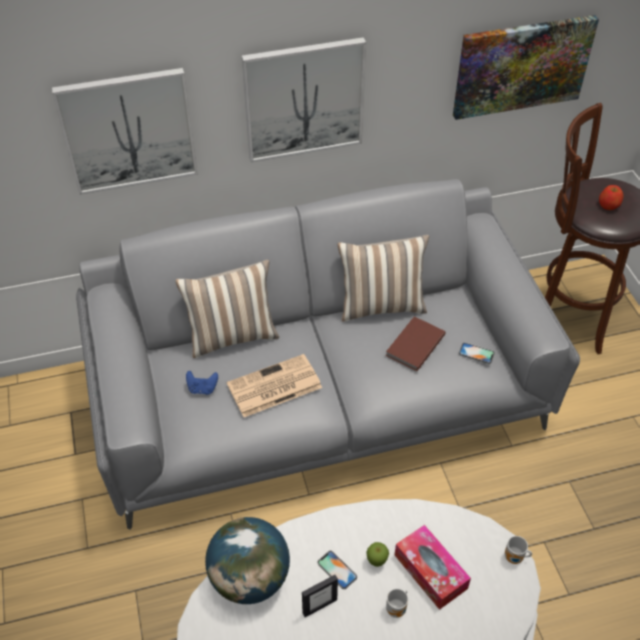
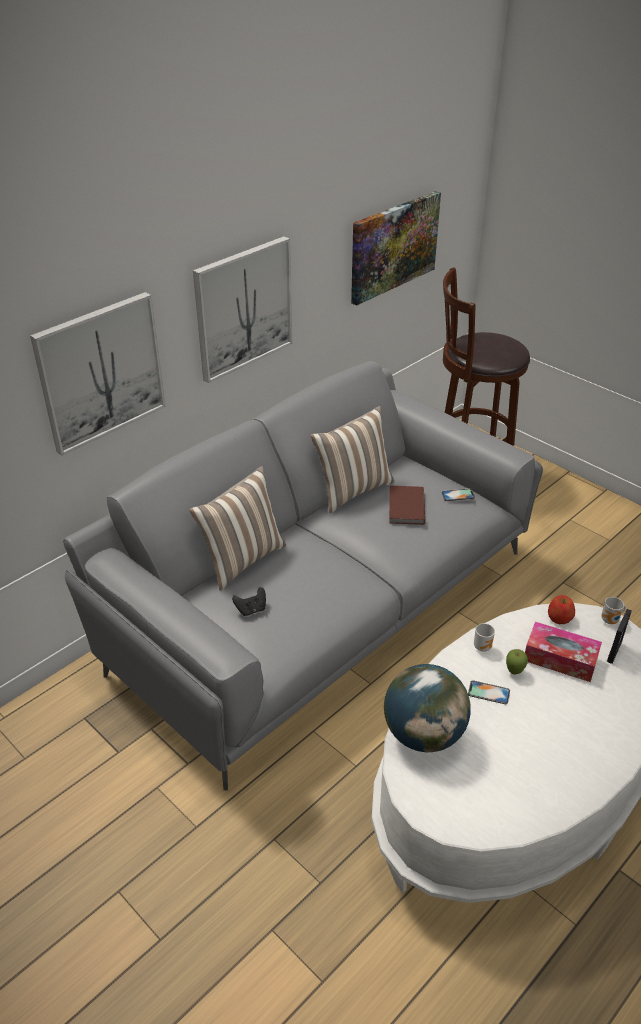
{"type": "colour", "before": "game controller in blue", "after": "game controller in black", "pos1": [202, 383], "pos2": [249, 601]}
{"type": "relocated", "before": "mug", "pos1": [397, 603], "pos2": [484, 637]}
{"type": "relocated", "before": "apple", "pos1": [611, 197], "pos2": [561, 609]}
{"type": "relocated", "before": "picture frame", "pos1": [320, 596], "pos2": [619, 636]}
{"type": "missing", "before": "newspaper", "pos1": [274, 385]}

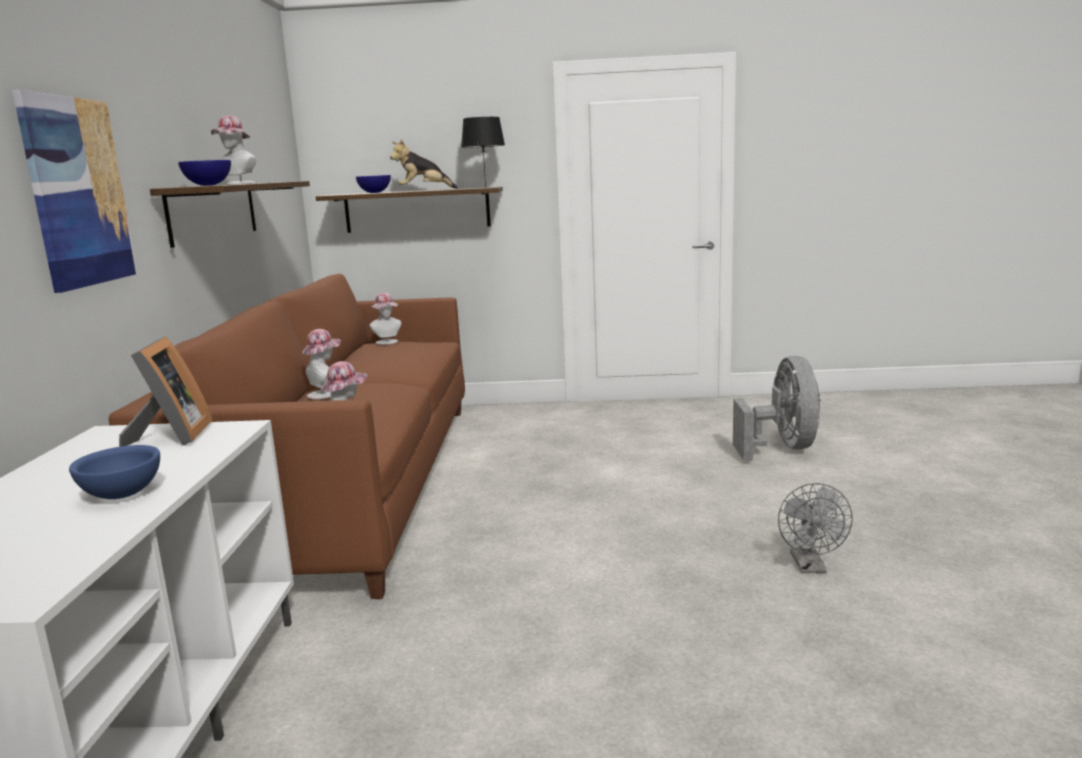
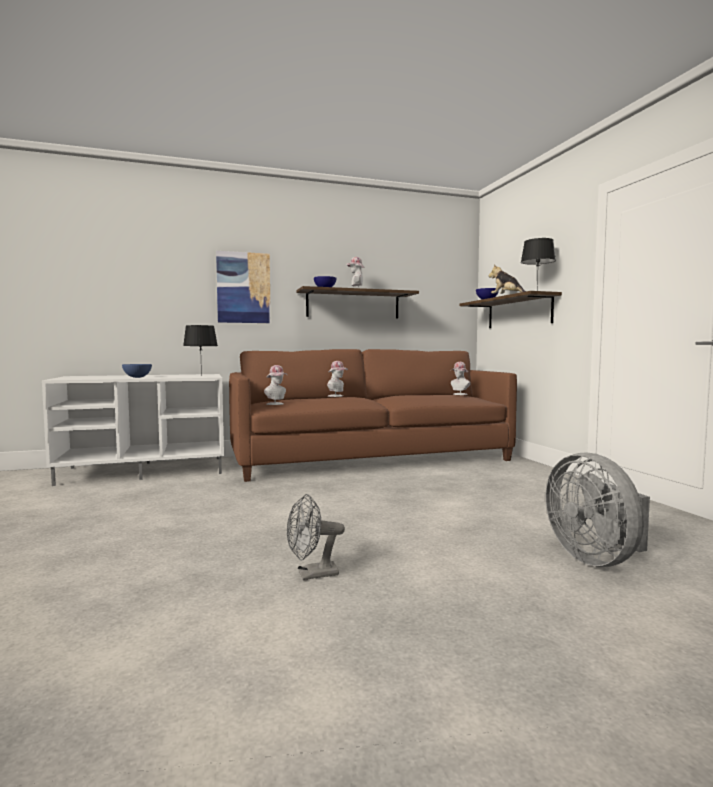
{"type": "exchanged", "before": "picture frame", "after": "table lamp in black", "pos1": [165, 392], "pos2": [200, 350]}
{"type": "spun", "before": "fan in grey", "pos1": [777, 408], "pos2": [598, 509], "turn": 90}

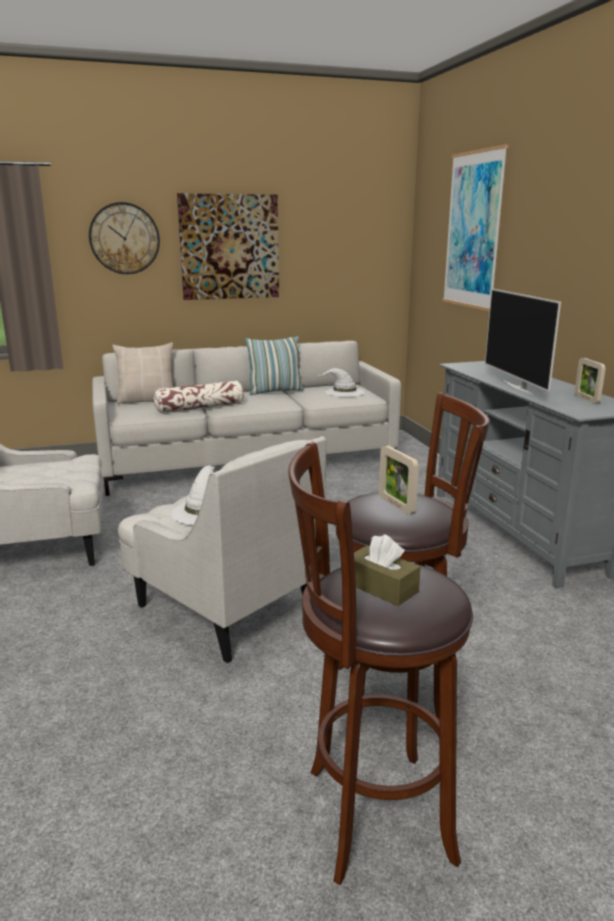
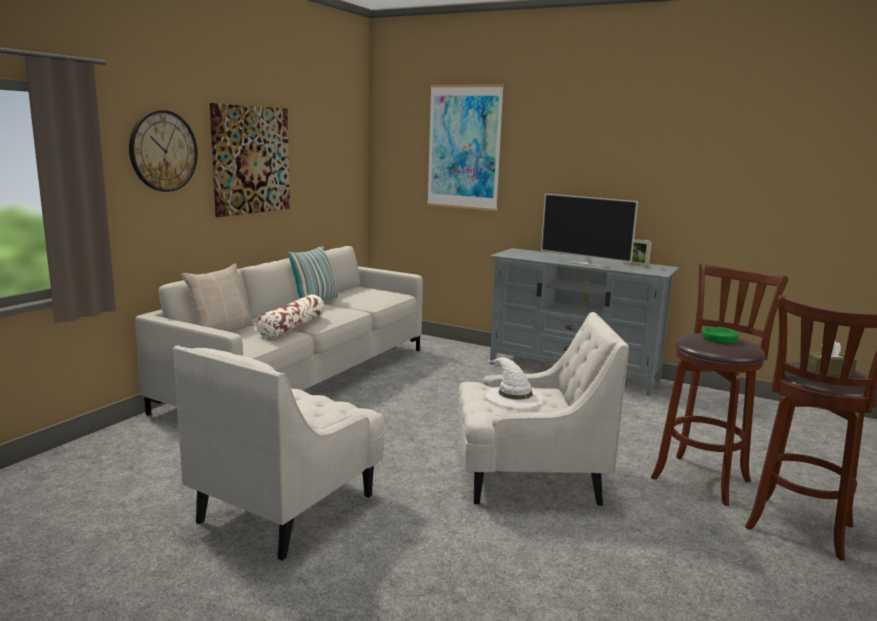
{"type": "exchanged", "before": "picture frame", "after": "bowl in green", "pos1": [399, 480], "pos2": [720, 335]}
{"type": "missing", "before": "hat in white", "pos1": [342, 382]}

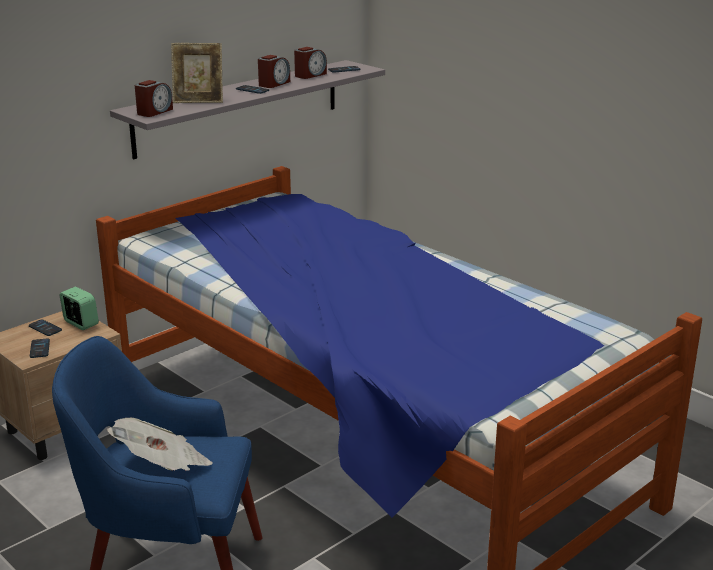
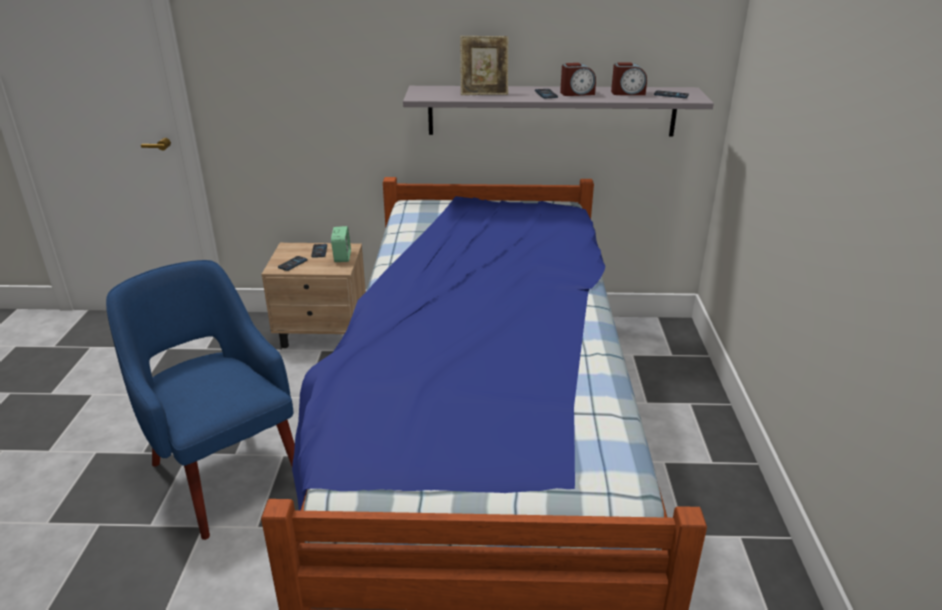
{"type": "spun", "before": "picture frame", "pos1": [197, 73], "pos2": [484, 65], "turn": -45}
{"type": "missing", "before": "newspaper", "pos1": [160, 444]}
{"type": "missing", "before": "alarm clock", "pos1": [154, 98]}

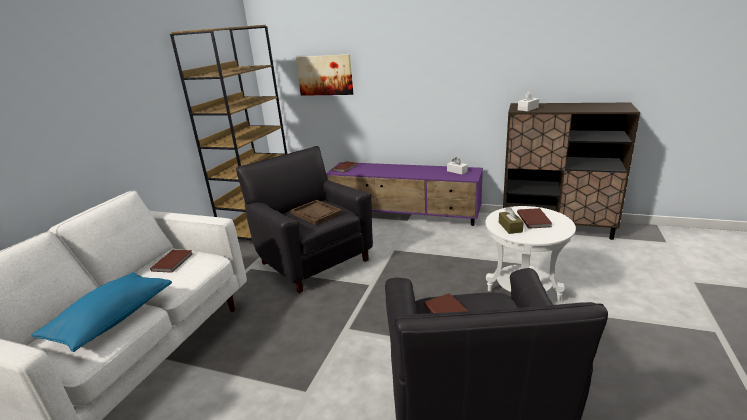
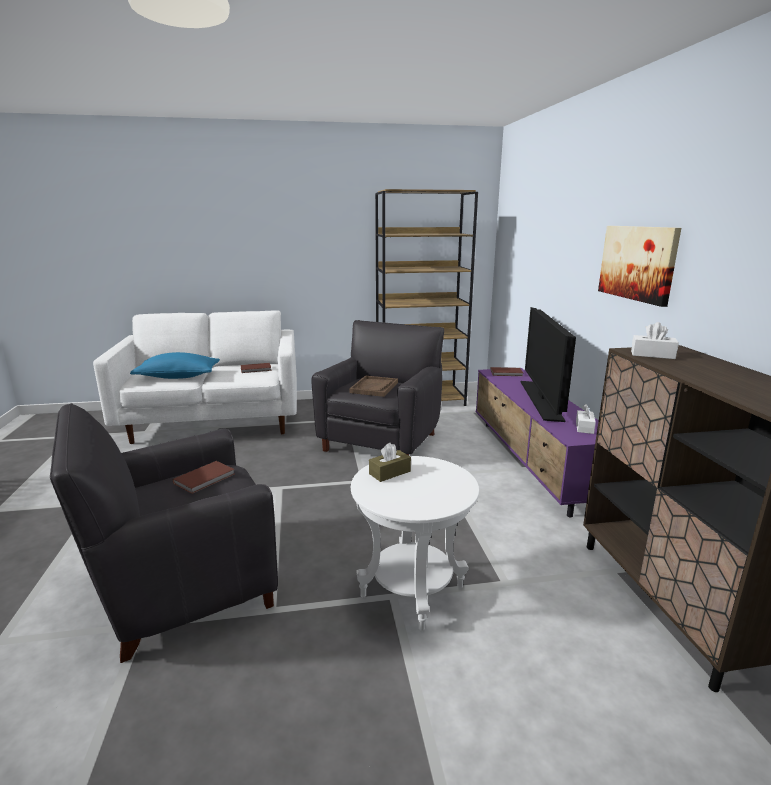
{"type": "appeared", "after": "television", "pos2": [548, 364]}
{"type": "relocated", "before": "picture", "pos1": [324, 75], "pos2": [639, 266]}
{"type": "missing", "before": "book in brown", "pos1": [534, 218]}

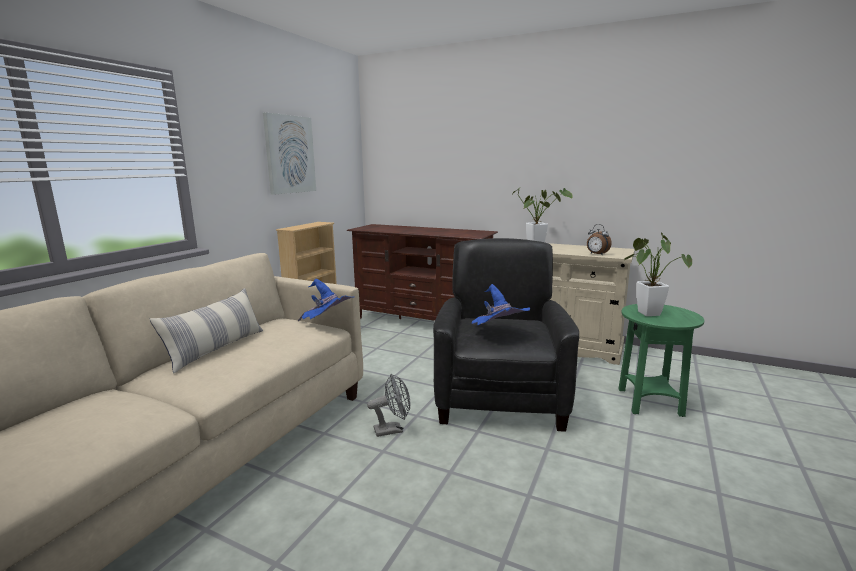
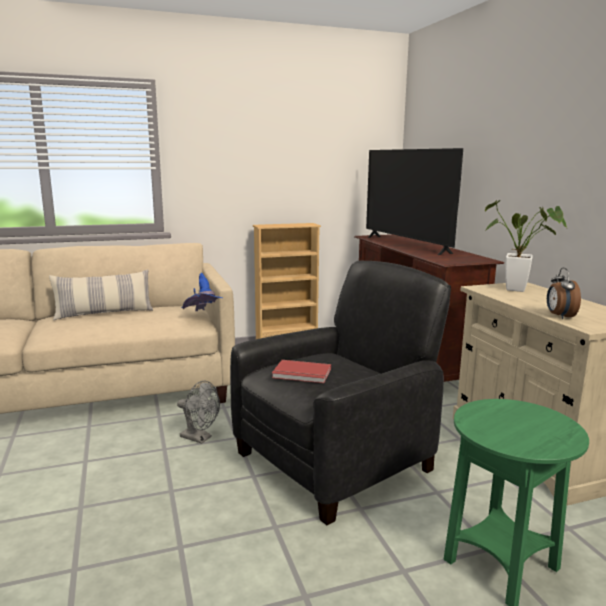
{"type": "exchanged", "before": "hat in blue", "after": "book in red", "pos1": [501, 304], "pos2": [301, 371]}
{"type": "appeared", "after": "television", "pos2": [414, 201]}
{"type": "missing", "before": "picture", "pos1": [289, 153]}
{"type": "missing", "before": "potted plant", "pos1": [658, 274]}

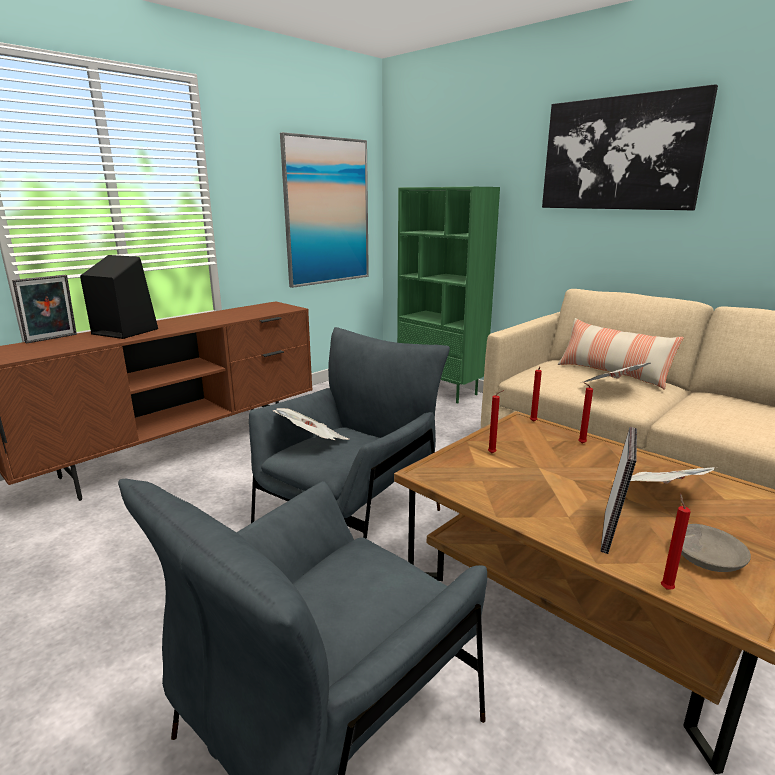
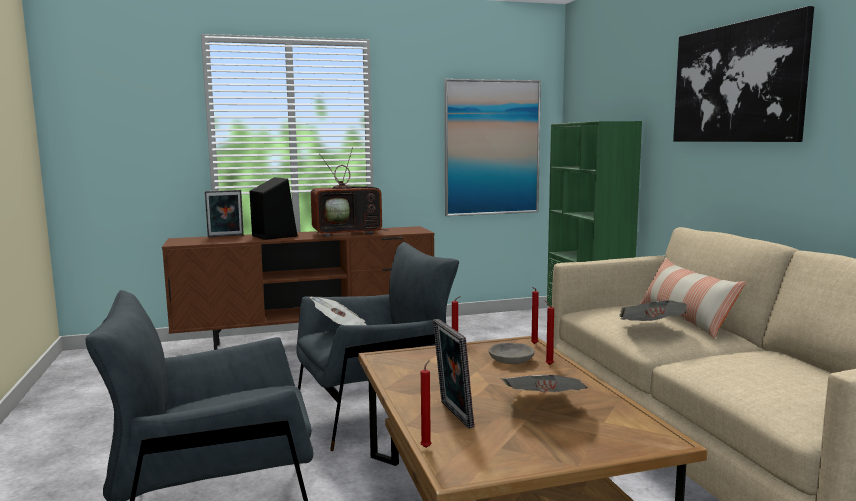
{"type": "appeared", "after": "television", "pos2": [349, 192]}
{"type": "spun", "before": "picture frame", "pos1": [619, 490], "pos2": [453, 374], "turn": 105}
{"type": "relocated", "before": "bowl in grey", "pos1": [711, 548], "pos2": [512, 353]}

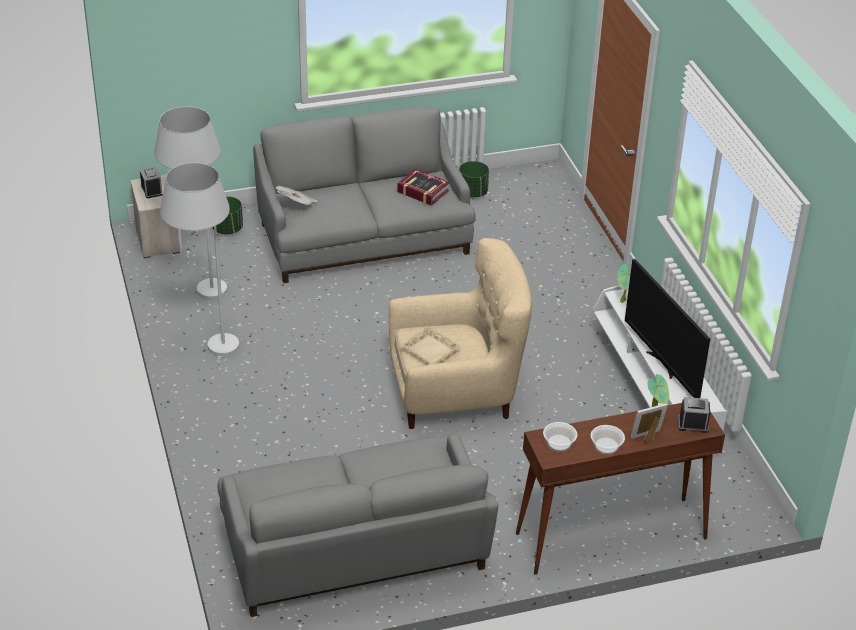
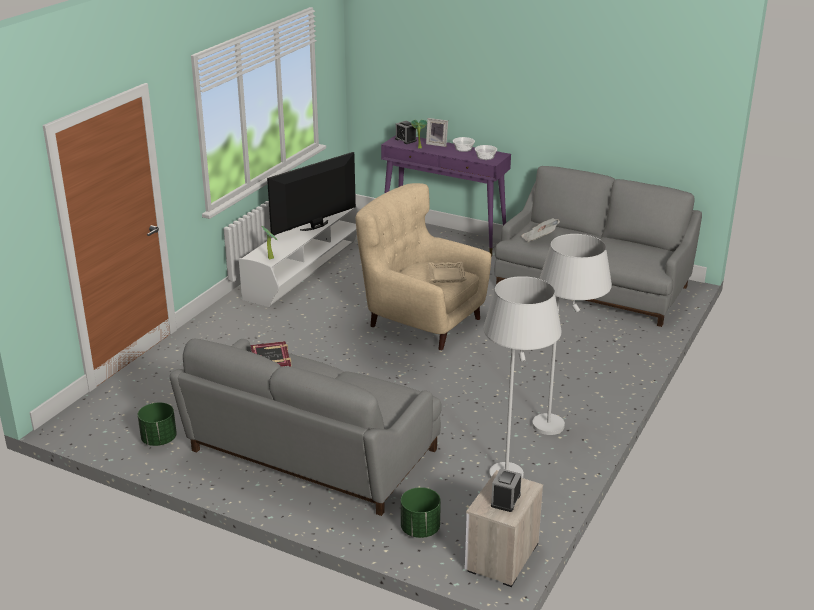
{"type": "spun", "before": "television", "pos1": [667, 328], "pos2": [311, 193], "turn": -150}
{"type": "colour", "before": "console table in brown", "after": "console table in purple", "pos1": [620, 489], "pos2": [446, 196]}
{"type": "relocated", "before": "newspaper", "pos1": [297, 195], "pos2": [541, 230]}

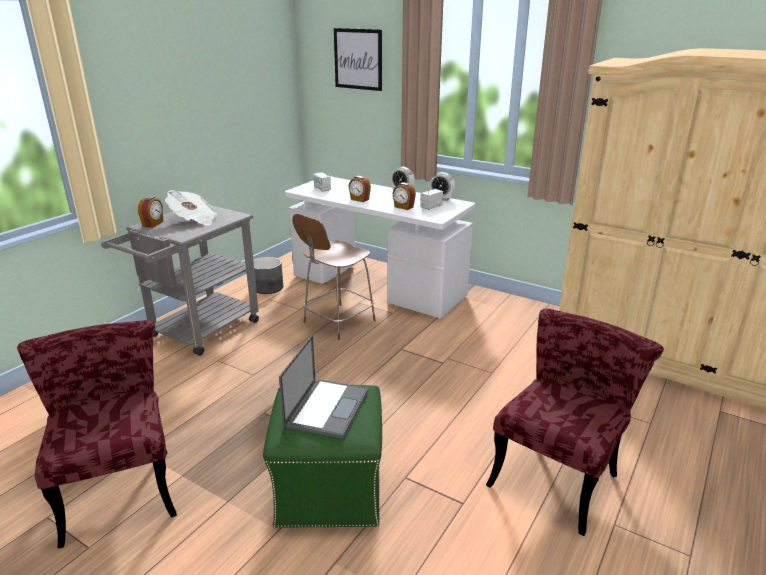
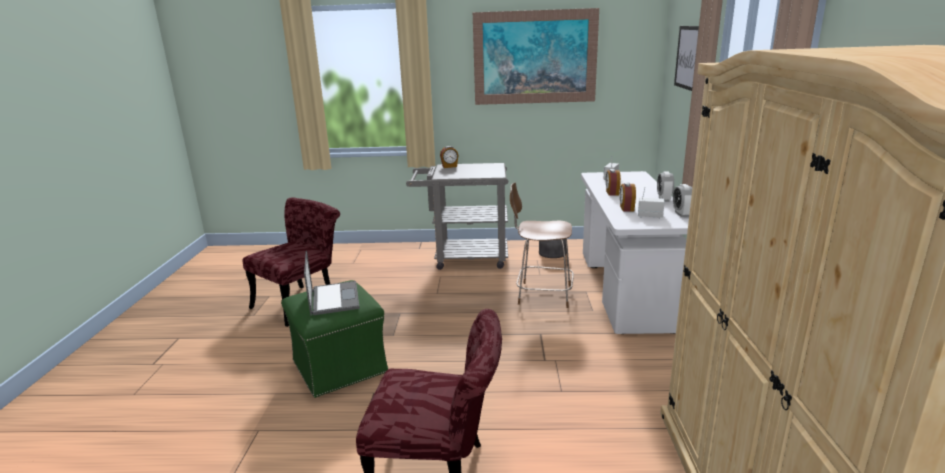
{"type": "spun", "before": "laptop", "pos1": [324, 387], "pos2": [332, 283], "turn": -90}
{"type": "appeared", "after": "picture", "pos2": [536, 56]}
{"type": "missing", "before": "newspaper", "pos1": [191, 207]}

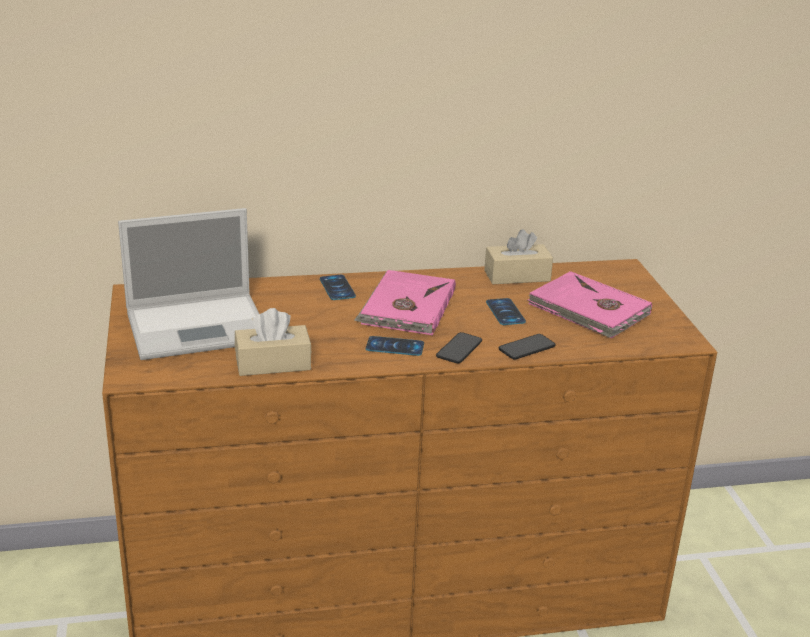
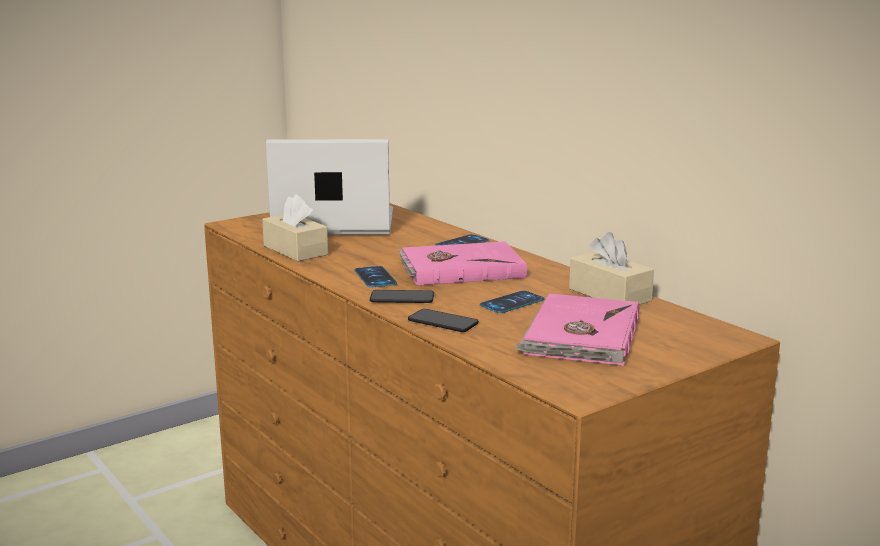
{"type": "spun", "before": "laptop", "pos1": [188, 284], "pos2": [329, 187], "turn": 135}

